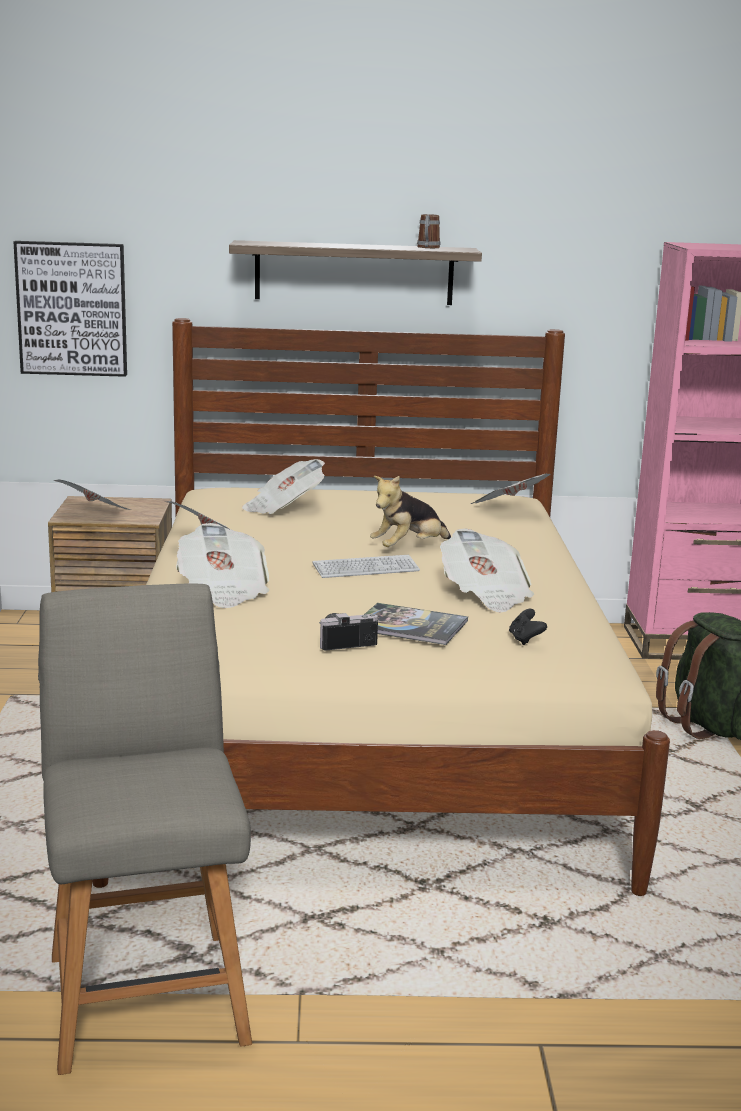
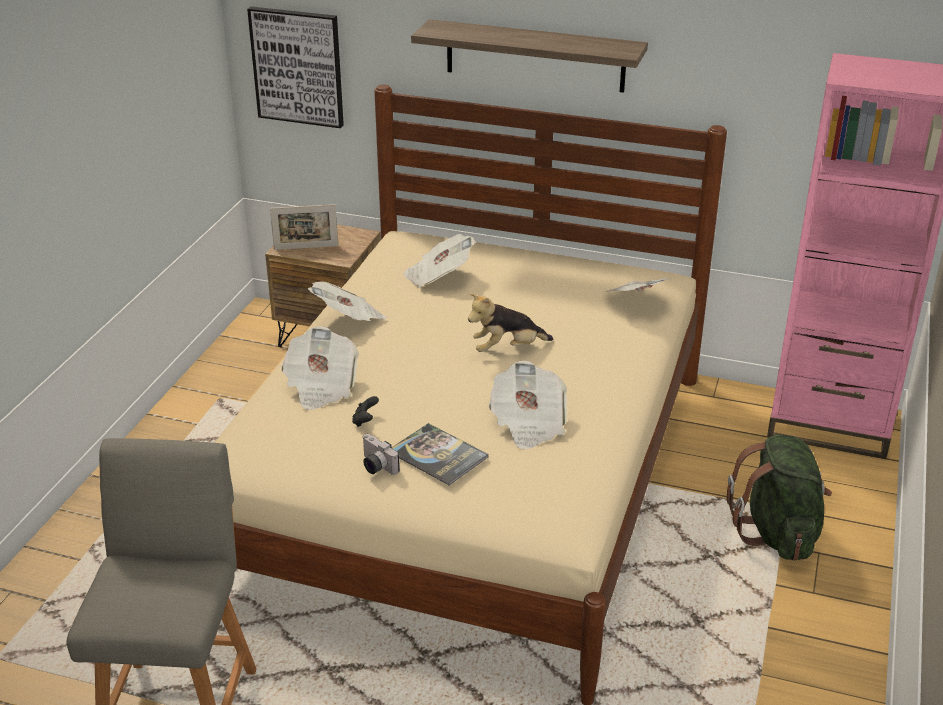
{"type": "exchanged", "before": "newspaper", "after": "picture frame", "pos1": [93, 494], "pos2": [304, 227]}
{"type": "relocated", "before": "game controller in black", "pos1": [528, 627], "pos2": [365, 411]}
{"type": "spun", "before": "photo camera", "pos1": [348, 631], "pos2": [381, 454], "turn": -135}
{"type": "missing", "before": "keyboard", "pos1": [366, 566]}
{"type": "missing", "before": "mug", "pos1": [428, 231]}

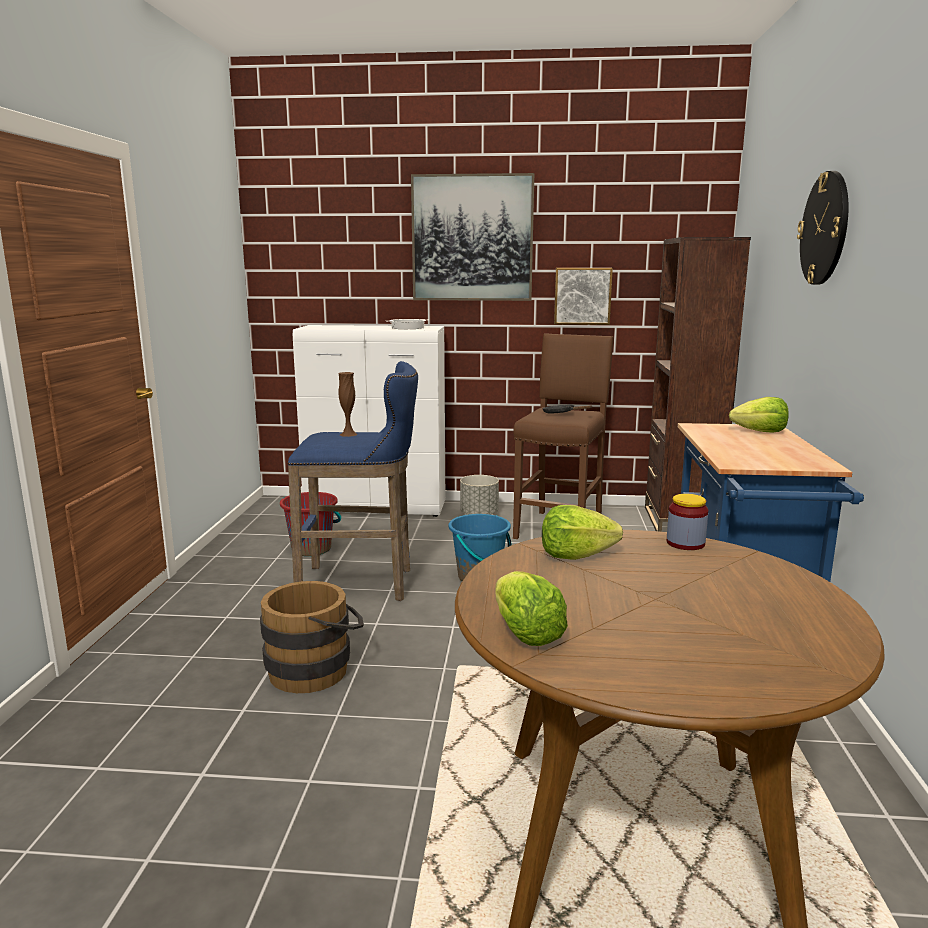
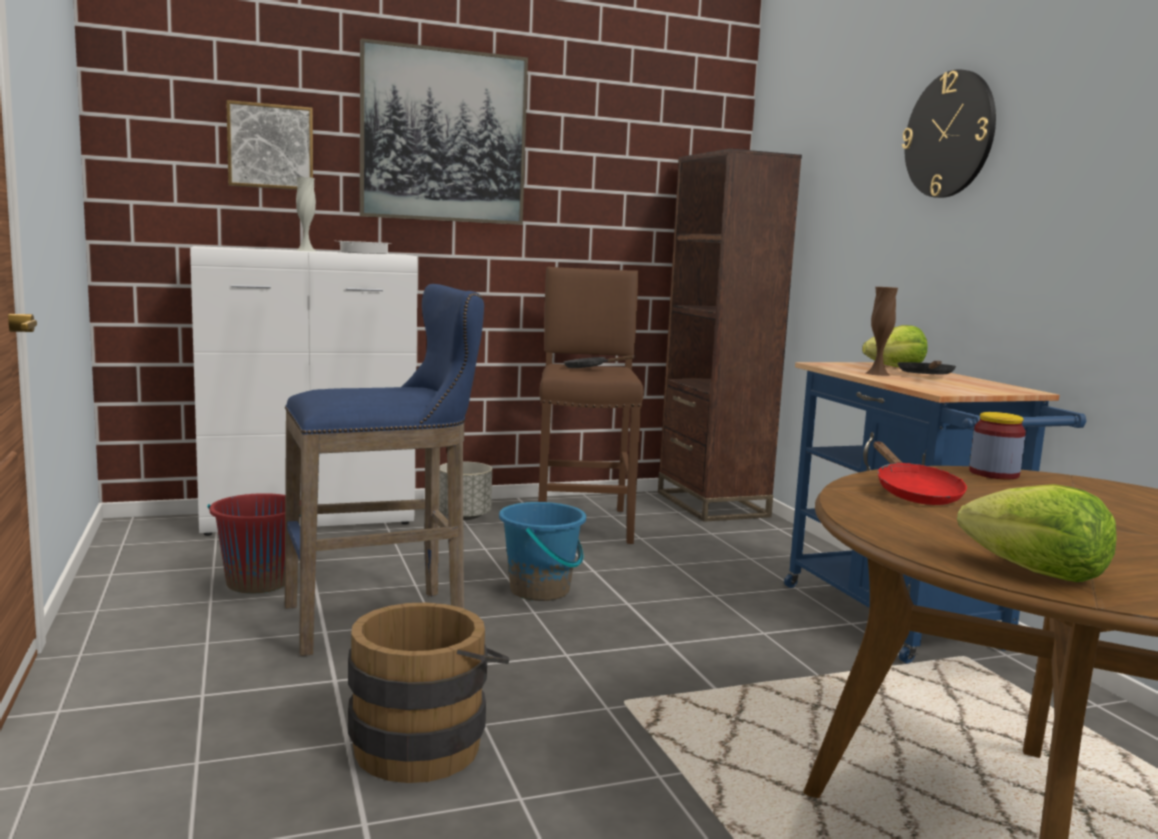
{"type": "relocated", "before": "picture", "pos1": [583, 296], "pos2": [269, 145]}
{"type": "appeared", "after": "vase in white", "pos2": [306, 214]}
{"type": "relocated", "before": "vase in brown", "pos1": [347, 404], "pos2": [882, 331]}
{"type": "exchanged", "before": "lettuce", "after": "frying pan in red", "pos1": [582, 532], "pos2": [920, 473]}
{"type": "appeared", "after": "frying pan in black", "pos2": [926, 367]}

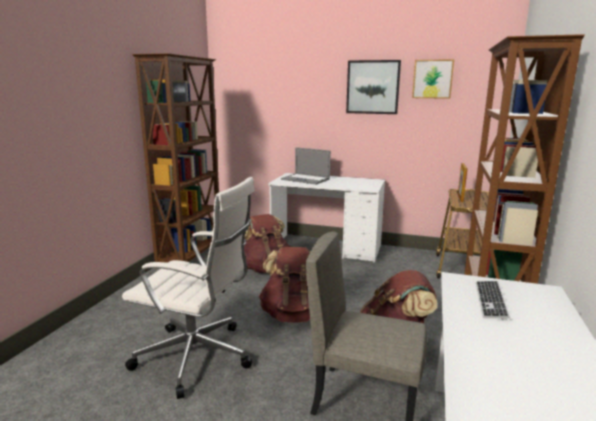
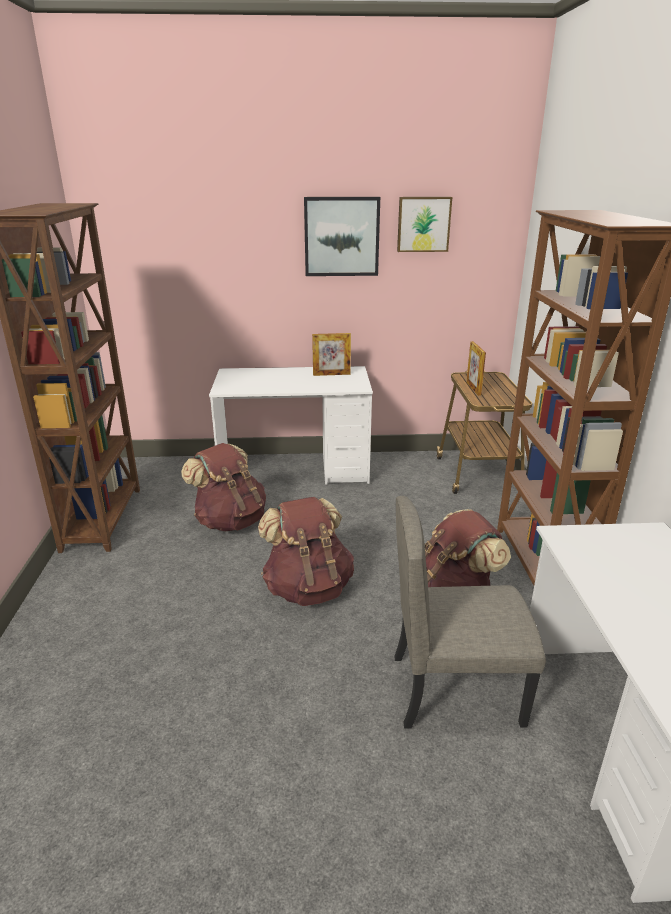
{"type": "appeared", "after": "picture frame", "pos2": [331, 354]}
{"type": "missing", "before": "office chair in white", "pos1": [188, 288]}
{"type": "missing", "before": "laptop", "pos1": [306, 166]}
{"type": "missing", "before": "keyboard", "pos1": [493, 300]}

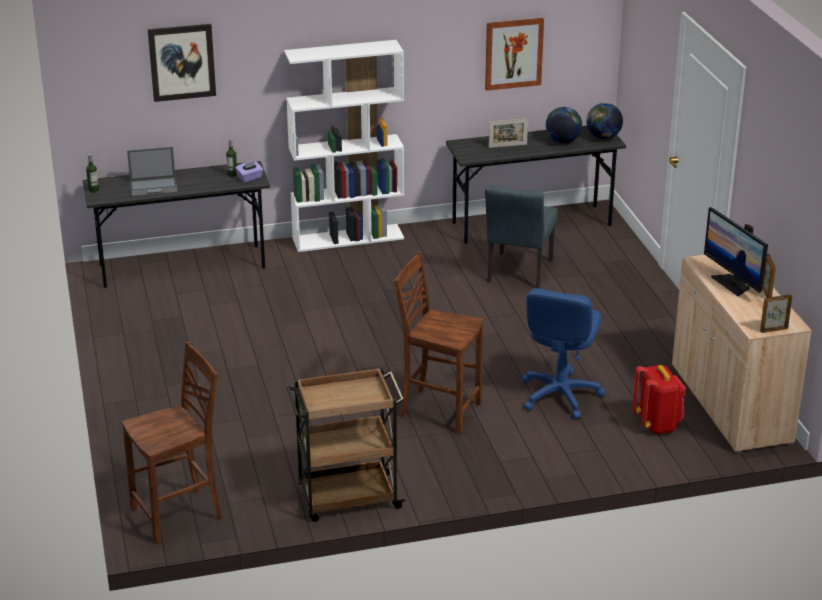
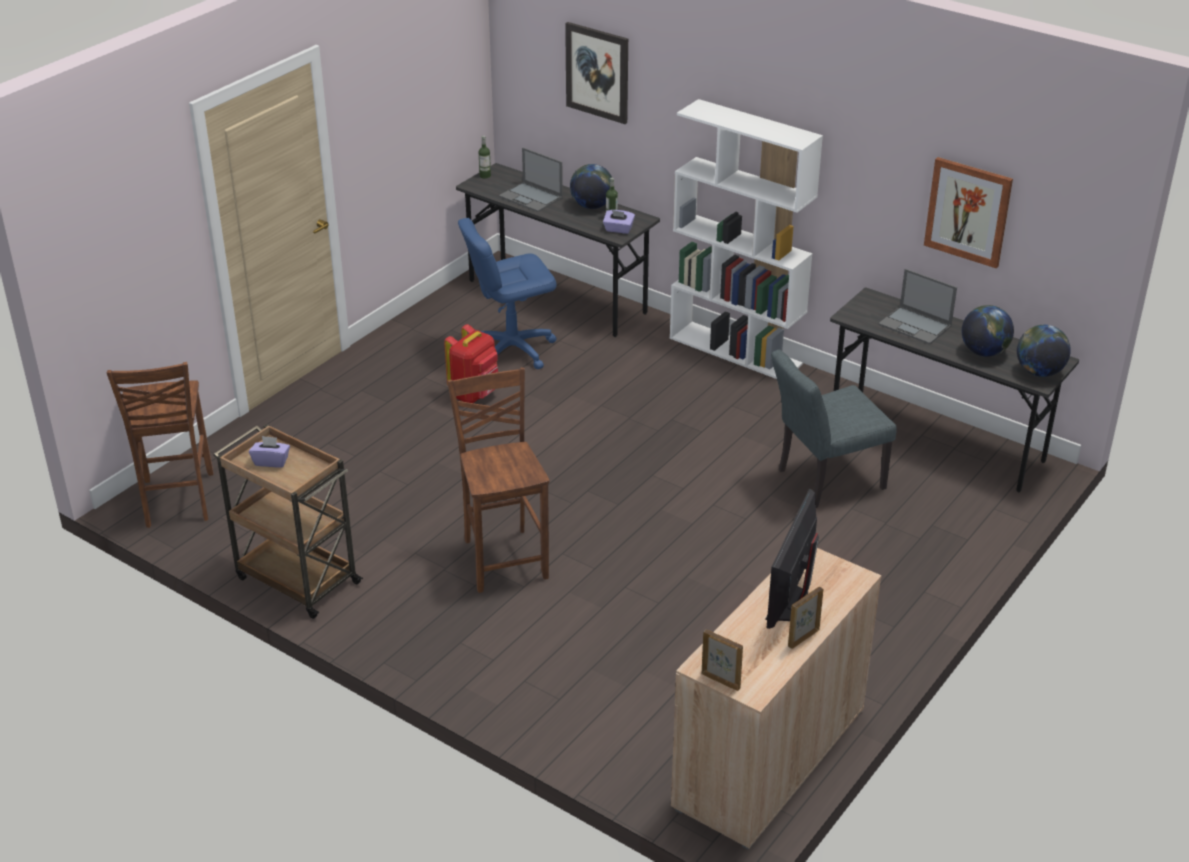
{"type": "spun", "before": "chair in brown", "pos1": [172, 443], "pos2": [160, 445], "turn": 60}
{"type": "appeared", "after": "tissue box in purple", "pos2": [269, 452]}
{"type": "relocated", "before": "backpack in red", "pos1": [659, 399], "pos2": [471, 363]}
{"type": "relocated", "before": "office chair in blue", "pos1": [563, 353], "pos2": [507, 293]}
{"type": "appeared", "after": "globe", "pos2": [591, 186]}
{"type": "exchanged", "before": "picture frame", "after": "laptop", "pos1": [508, 133], "pos2": [917, 306]}

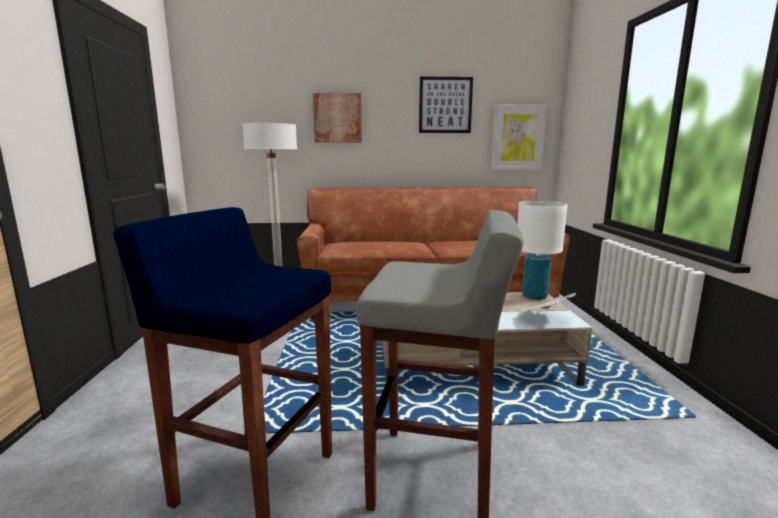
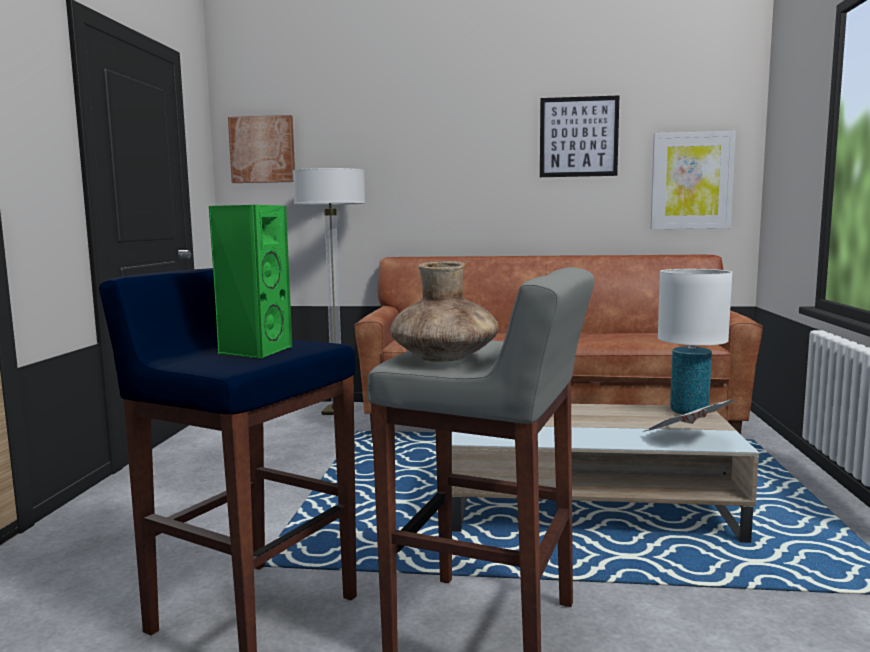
{"type": "appeared", "after": "speaker in green", "pos2": [250, 282]}
{"type": "relocated", "before": "picture", "pos1": [337, 118], "pos2": [261, 149]}
{"type": "appeared", "after": "vase in brown", "pos2": [444, 311]}

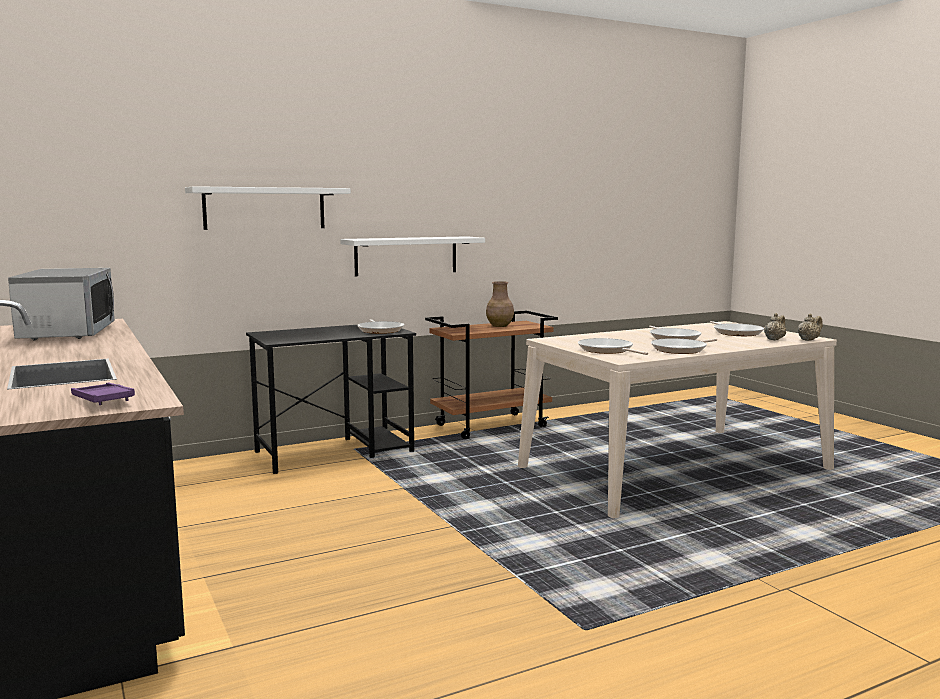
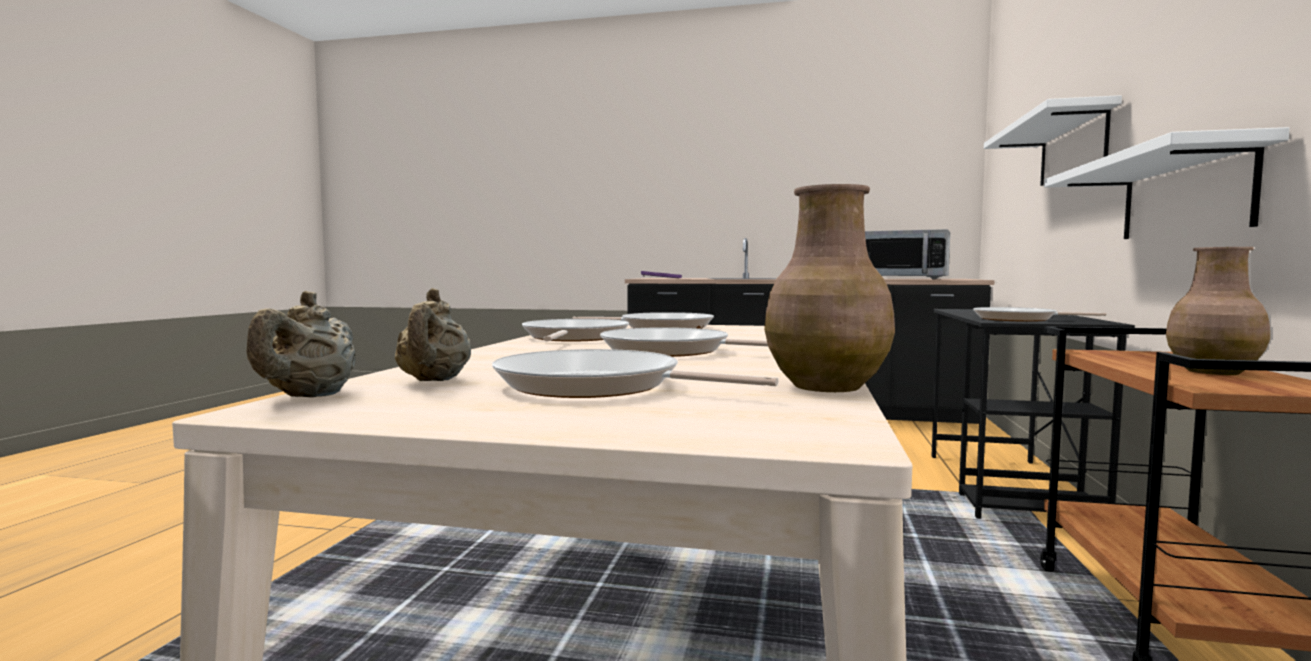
{"type": "appeared", "after": "vase in brown", "pos2": [829, 288]}

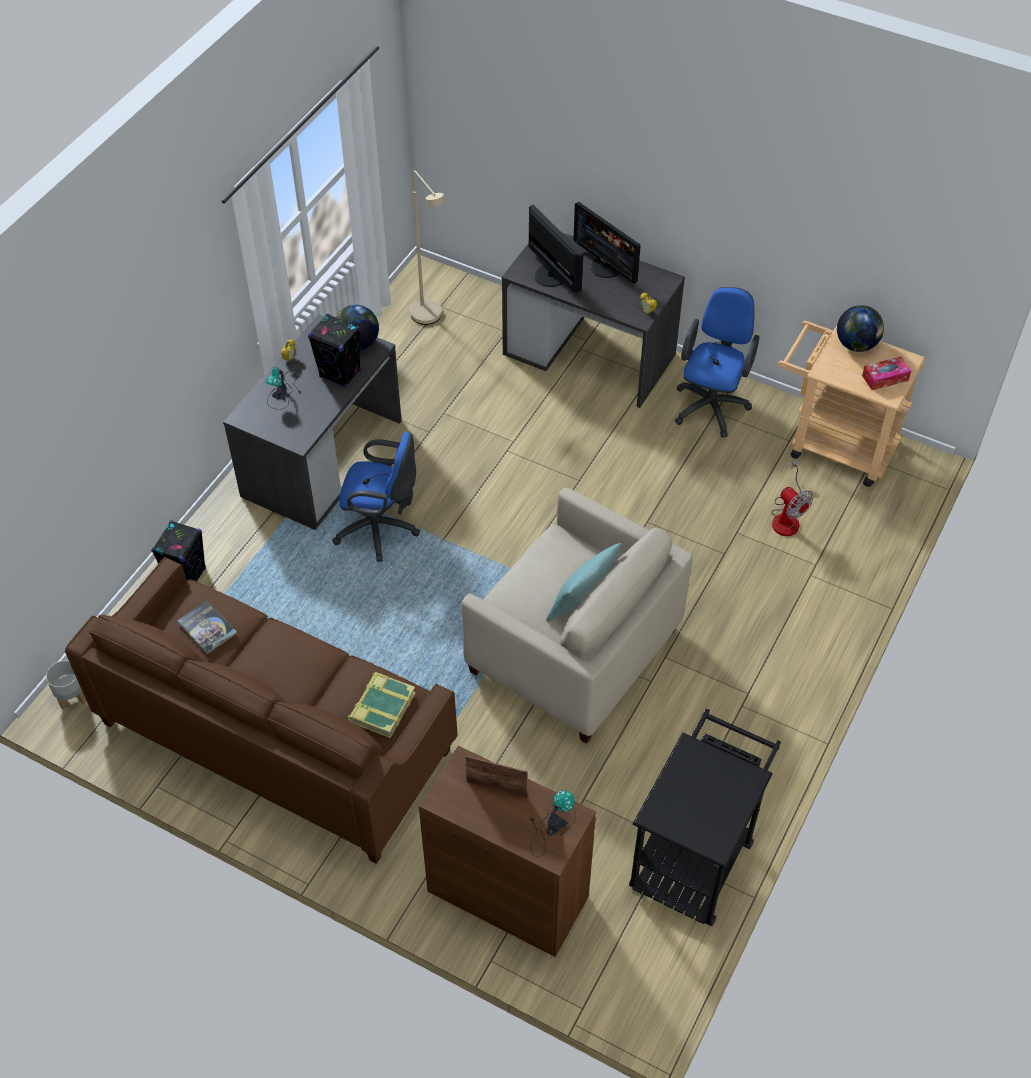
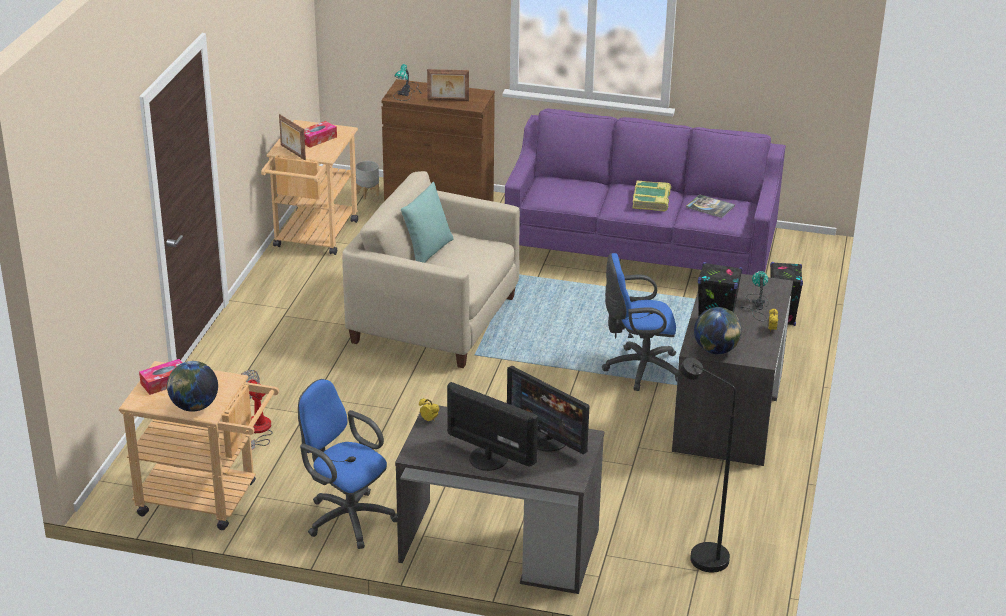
{"type": "colour", "before": "cart in black", "after": "cart in beige", "pos1": [705, 817], "pos2": [309, 187]}
{"type": "appeared", "after": "picture frame", "pos2": [292, 137]}
{"type": "spun", "before": "office chair in blue", "pos1": [717, 362], "pos2": [347, 464], "turn": 120}
{"type": "appeared", "after": "tissue box", "pos2": [320, 134]}
{"type": "relocated", "before": "planter in grey", "pos1": [65, 684], "pos2": [367, 180]}
{"type": "colour", "before": "sofa in brown", "after": "sofa in purple", "pos1": [261, 710], "pos2": [645, 192]}
{"type": "relocated", "before": "book", "pos1": [382, 705], "pos2": [651, 196]}
{"type": "colour", "before": "floor lamp in beige", "after": "floor lamp in black", "pos1": [427, 247], "pos2": [708, 464]}

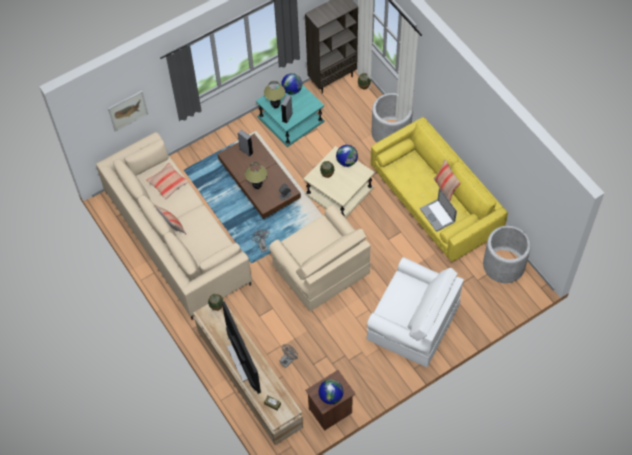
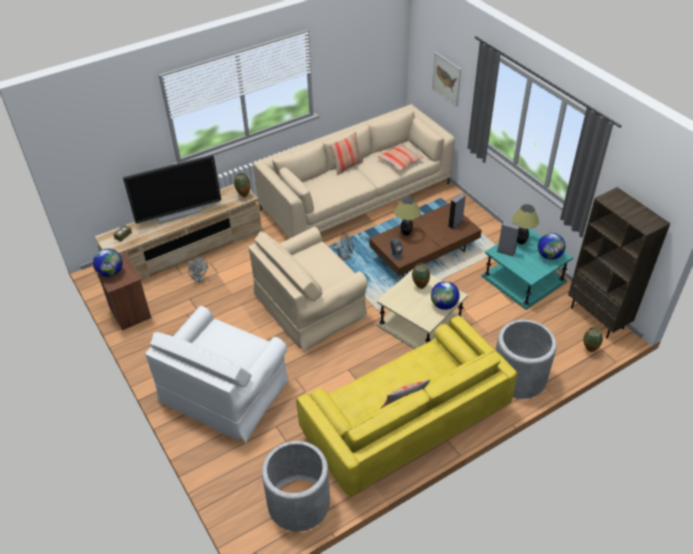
{"type": "missing", "before": "laptop", "pos1": [438, 210]}

